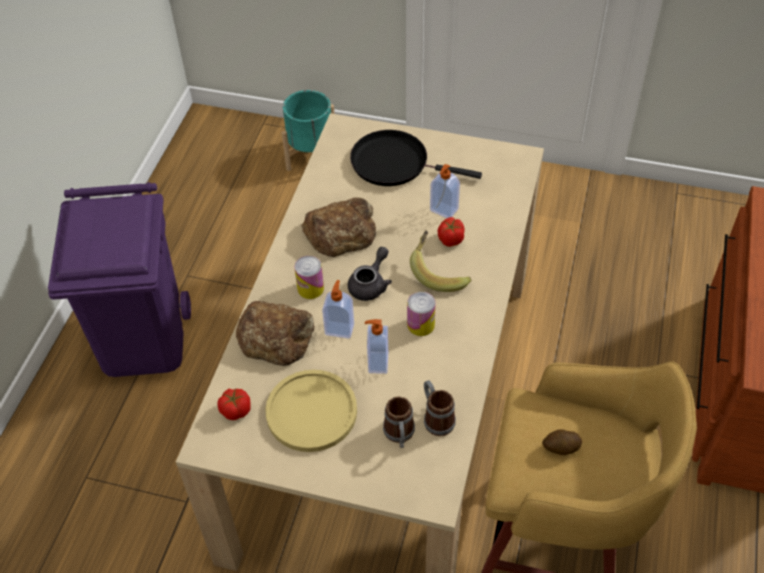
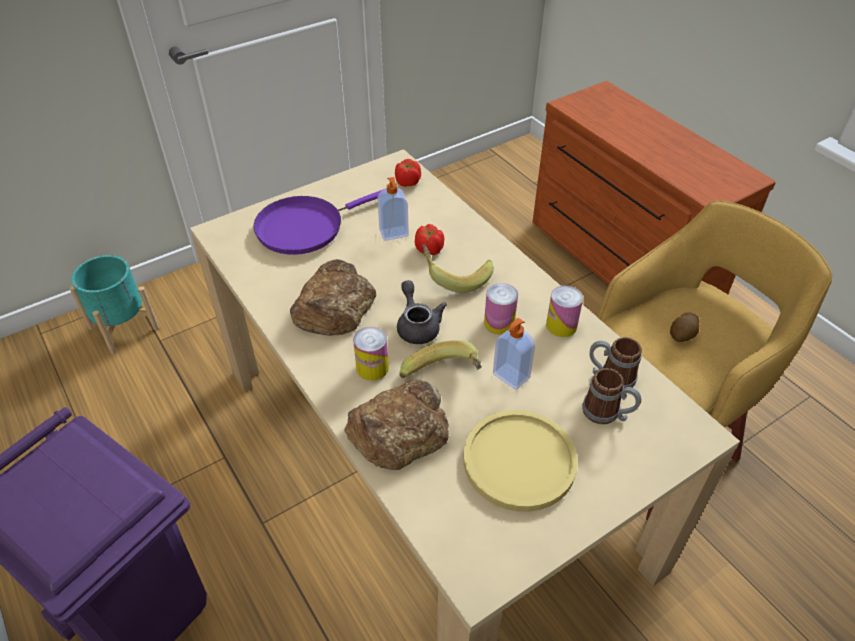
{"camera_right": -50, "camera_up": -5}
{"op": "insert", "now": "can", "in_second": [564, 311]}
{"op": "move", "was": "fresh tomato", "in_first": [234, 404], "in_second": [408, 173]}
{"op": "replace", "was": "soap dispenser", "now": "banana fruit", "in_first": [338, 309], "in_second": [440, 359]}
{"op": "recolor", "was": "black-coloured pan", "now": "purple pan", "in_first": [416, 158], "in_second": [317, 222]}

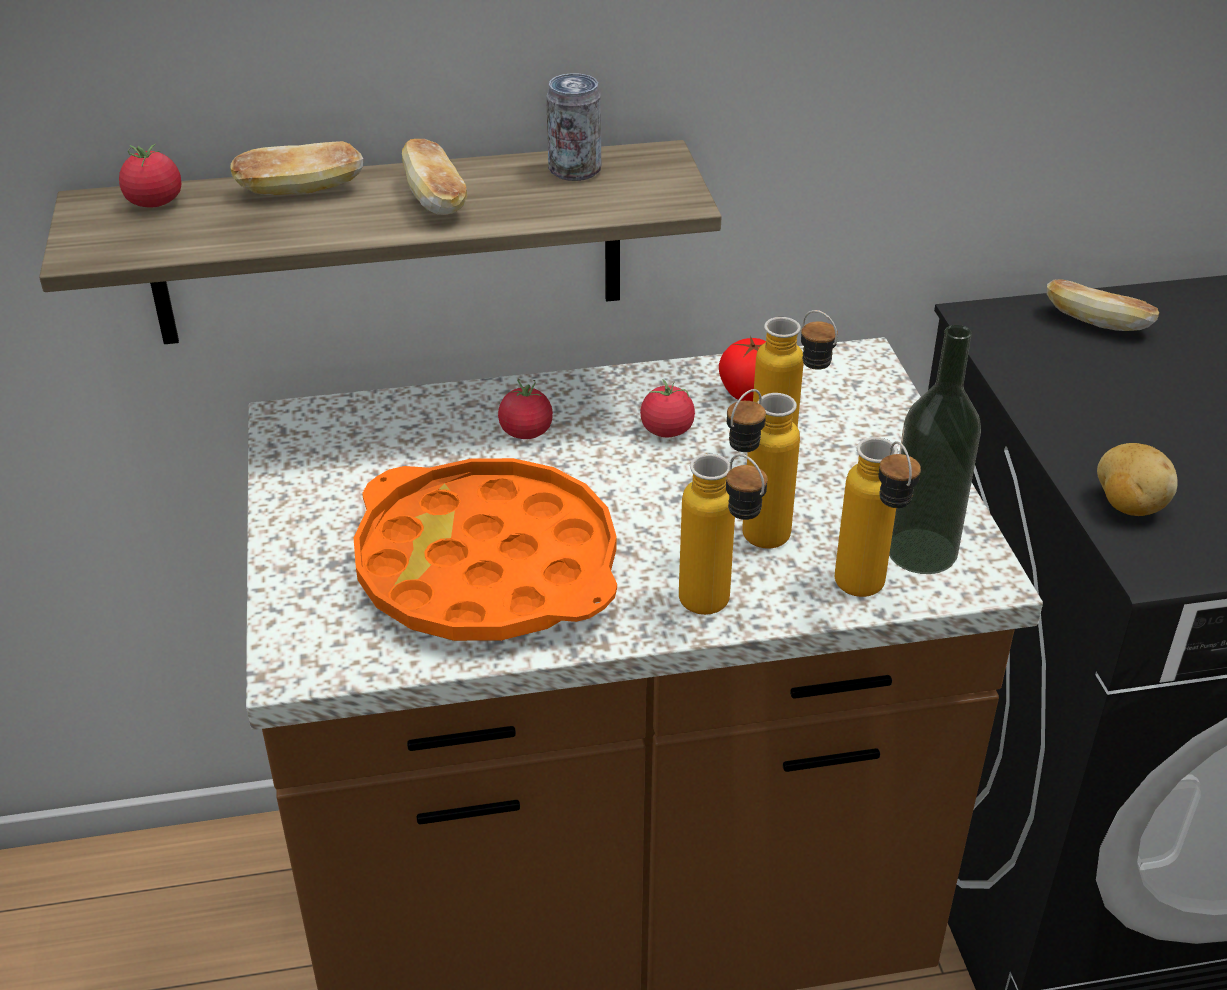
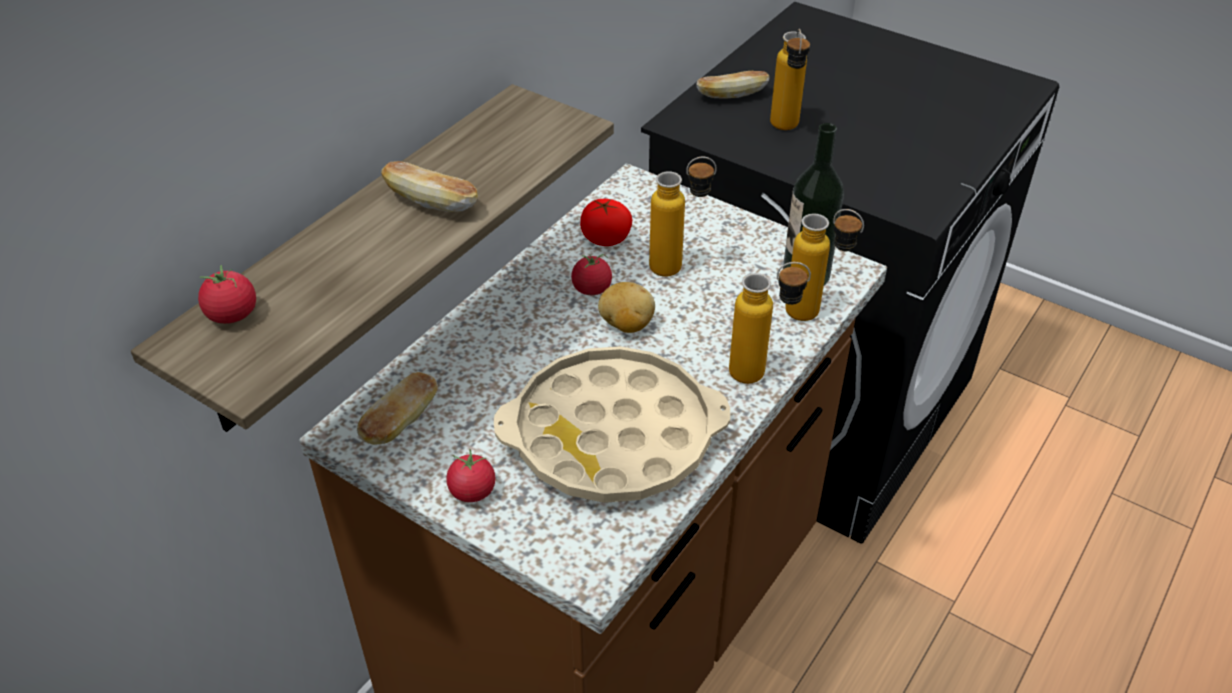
{"camera_right": -45, "camera_up": 5}
{"op": "delete", "was": "can", "in_first": [573, 127]}
{"op": "move", "was": "bread", "in_first": [297, 168], "in_second": [397, 408]}
{"op": "move", "was": "fresh tomato", "in_first": [525, 409], "in_second": [470, 475]}
{"op": "move", "was": "bottle", "in_first": [763, 468], "in_second": [790, 79]}
{"op": "move", "was": "potato", "in_first": [1137, 479], "in_second": [626, 307]}
{"op": "recolor", "was": "orange serving tray", "now": "beige serving tray", "in_first": [485, 549], "in_second": [612, 424]}

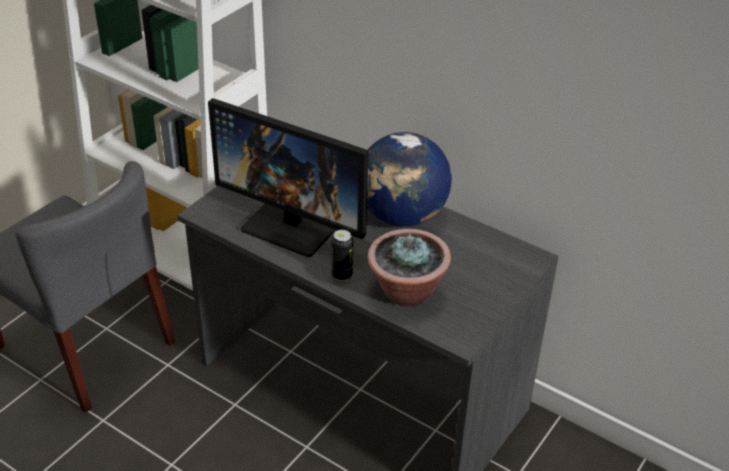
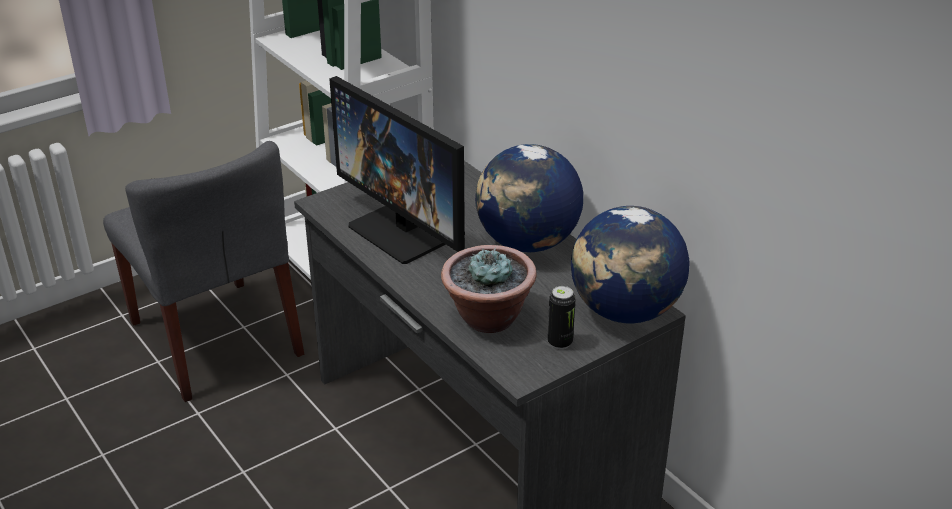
{"camera_right": 20, "camera_up": -5}
{"op": "insert", "now": "desk globe", "in_second": [630, 264]}
{"op": "move", "was": "can", "in_first": [342, 255], "in_second": [562, 317]}

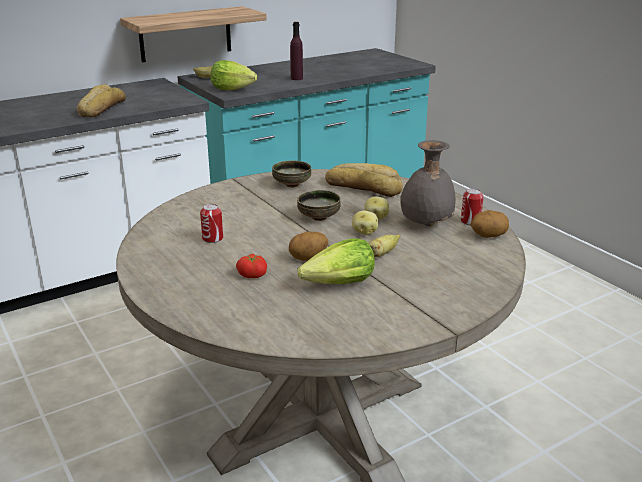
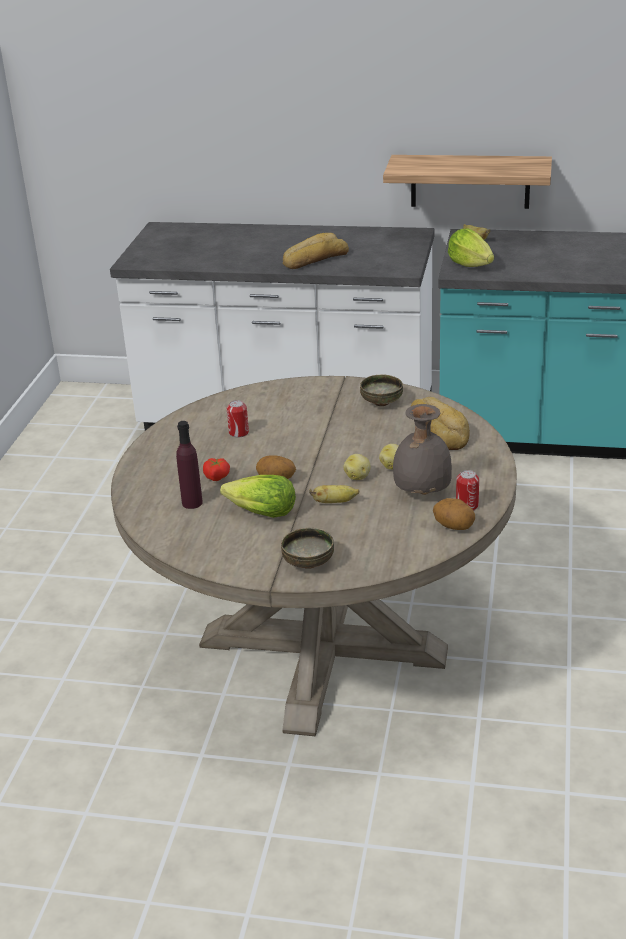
{"camera_right": 45, "camera_up": 5}
{"op": "move", "was": "purple bottle", "in_first": [296, 51], "in_second": [189, 465]}
{"op": "move", "was": "bowl", "in_first": [319, 205], "in_second": [307, 548]}

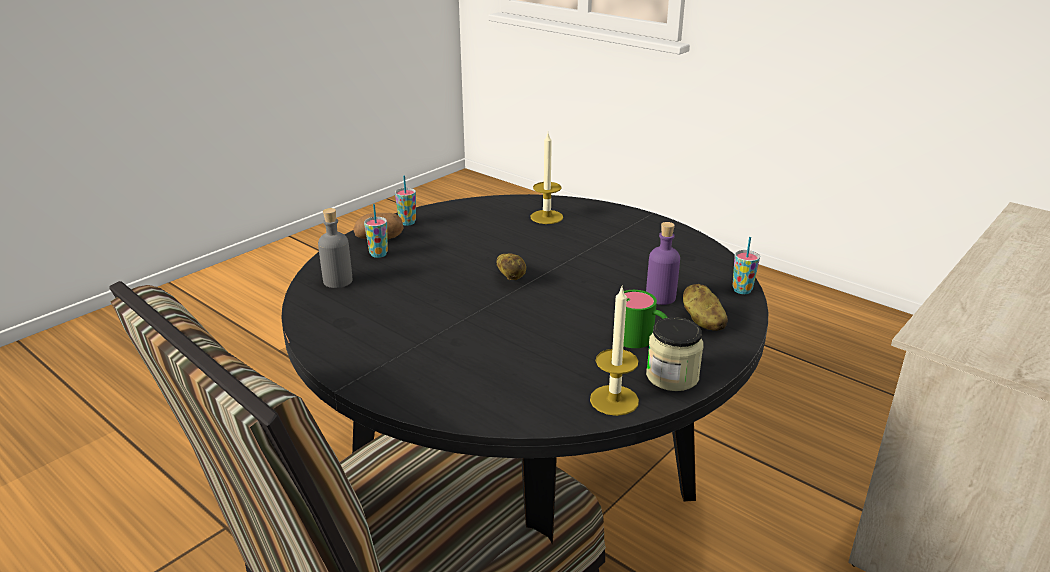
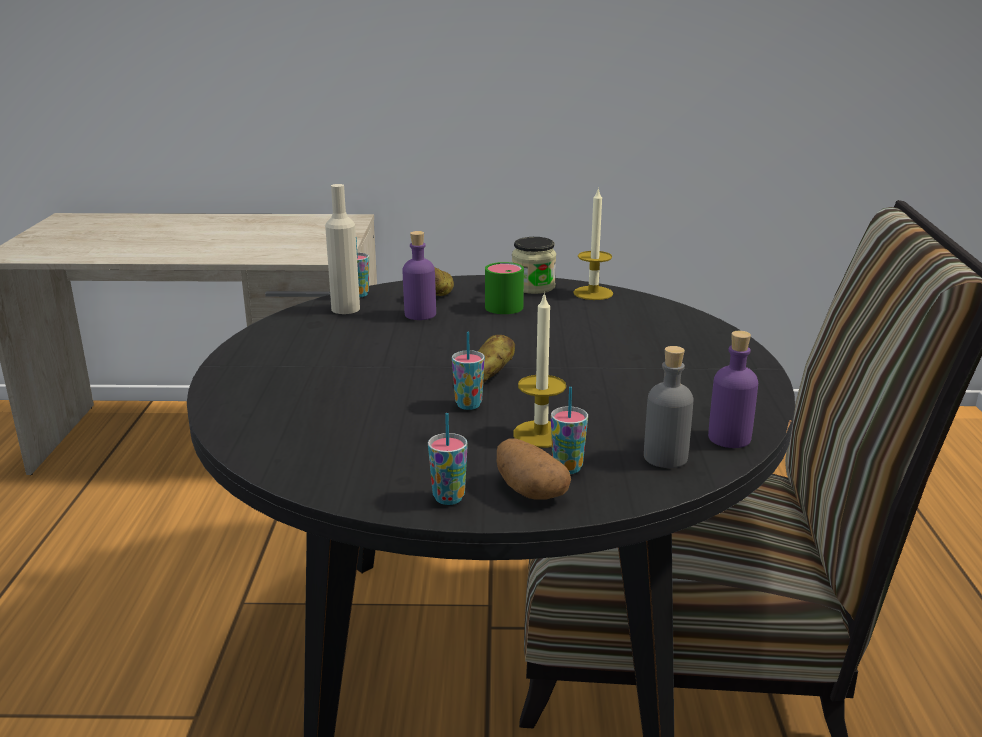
{"camera_right": -130, "camera_up": -5}
{"op": "insert", "now": "beige bottle", "in_second": [342, 249]}
{"op": "insert", "now": "drinking cup", "in_second": [468, 371]}
{"op": "insert", "now": "purple bottle", "in_second": [733, 389]}
{"op": "move", "was": "wax light", "in_first": [546, 178], "in_second": [539, 370]}

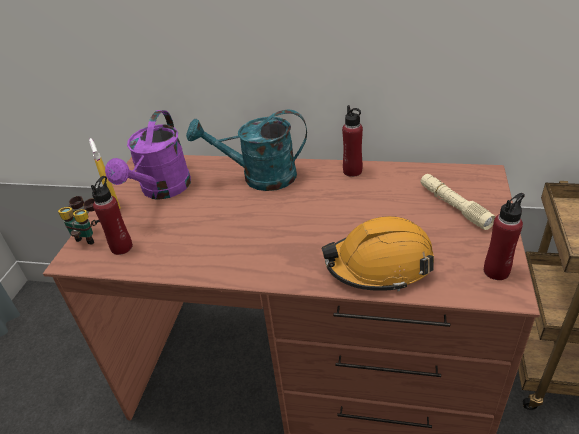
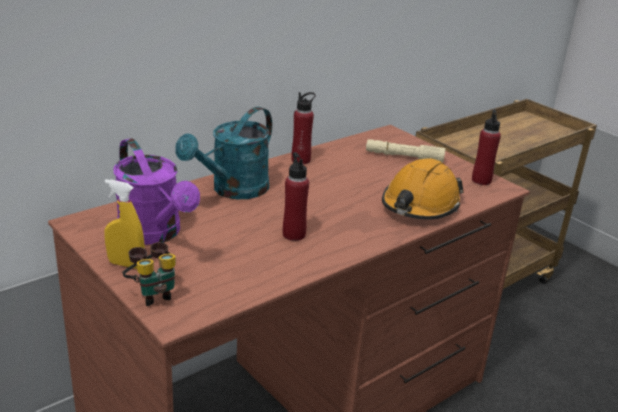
{"camera_right": -55, "camera_up": -10}
{"op": "move", "was": "red bottle", "in_first": [112, 215], "in_second": [296, 196]}

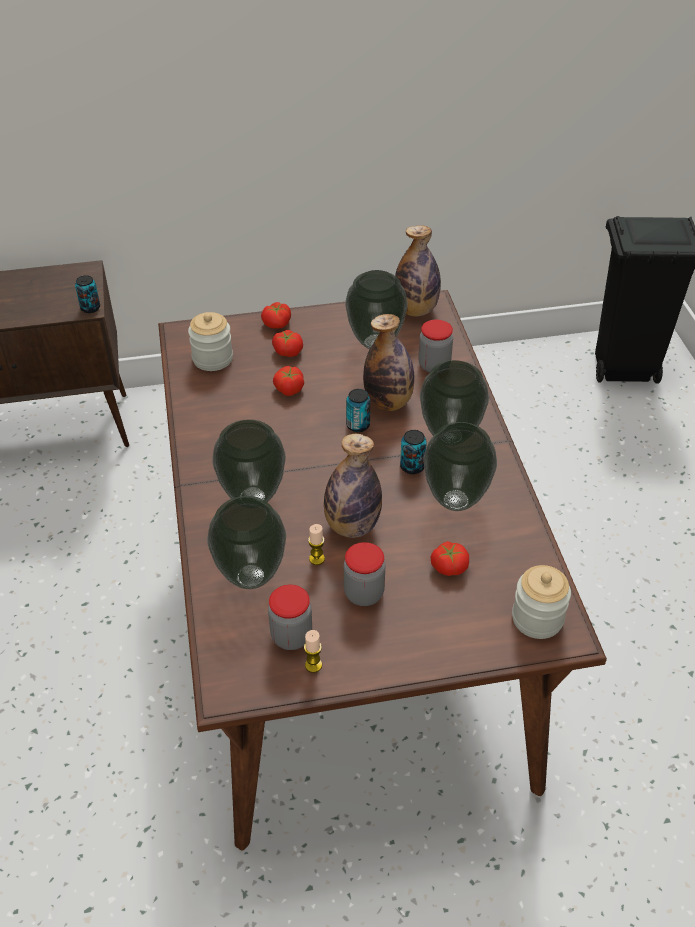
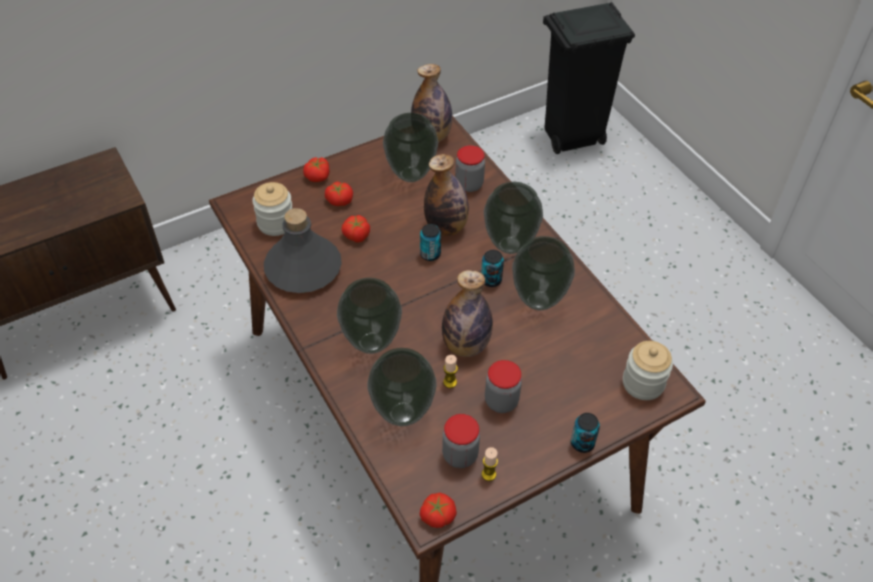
{"camera_right": -20, "camera_up": 5}
{"op": "insert", "now": "gray bottle", "in_second": [303, 250]}
{"op": "move", "was": "can", "in_first": [87, 294], "in_second": [585, 433]}
{"op": "move", "was": "fresh tomato", "in_first": [450, 558], "in_second": [438, 510]}

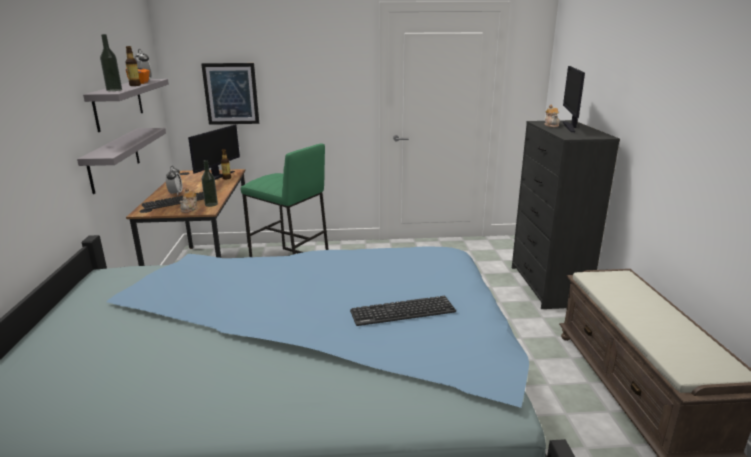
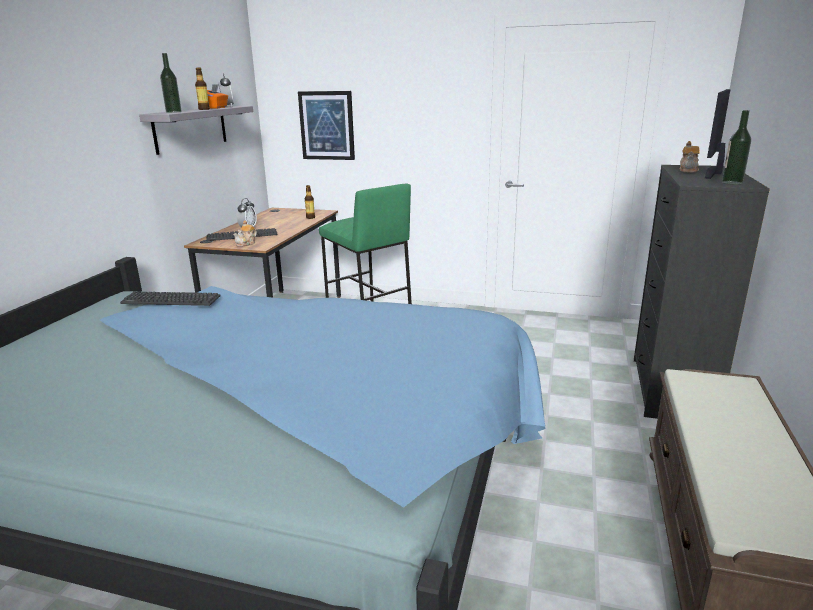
{"camera_right": 20, "camera_up": 0}
{"op": "delete", "was": "gray wall shelf", "in_first": [121, 161]}
{"op": "delete", "was": "monitor", "in_first": [214, 152]}
{"op": "move", "was": "bottle", "in_first": [209, 183], "in_second": [736, 147]}
{"op": "move", "was": "keyboard", "in_first": [403, 311], "in_second": [170, 299]}

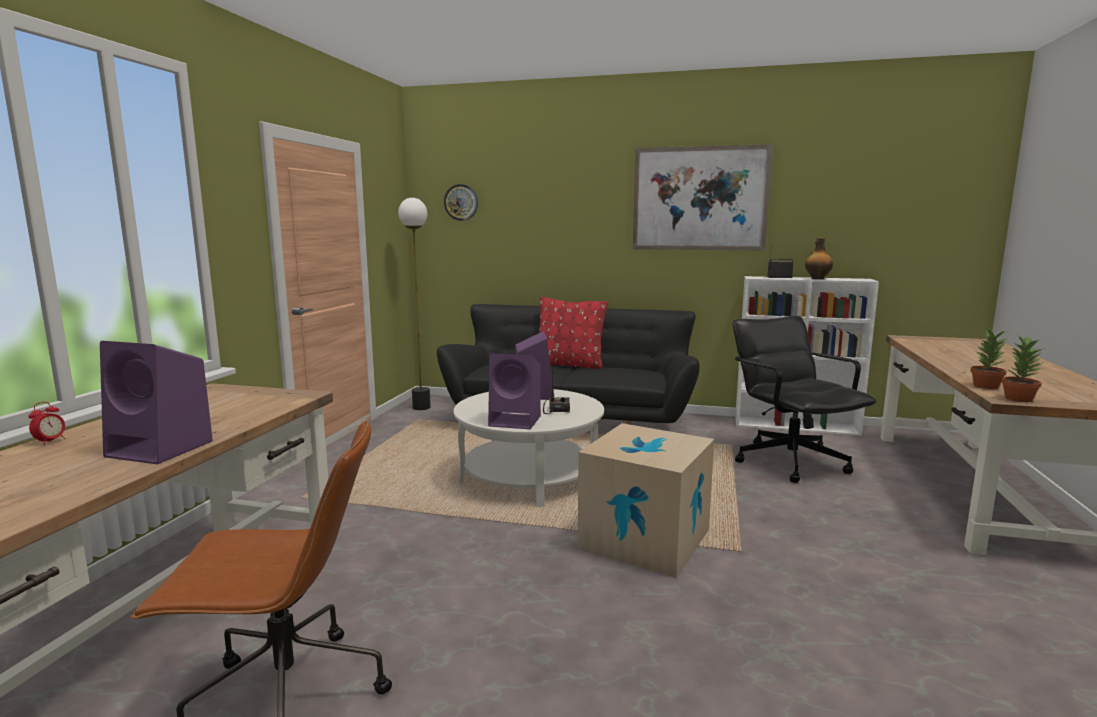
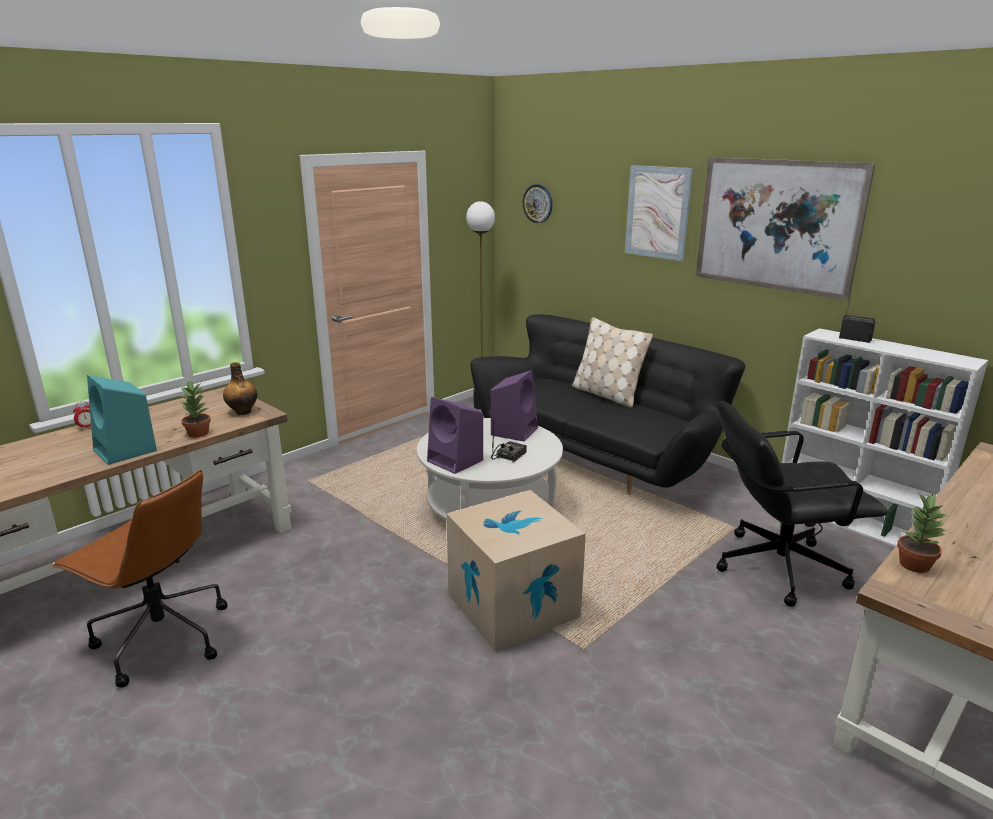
{"camera_right": 30, "camera_up": 10}
{"op": "insert", "now": "wall picture", "in_second": [659, 213]}
{"op": "move", "was": "bottle", "in_first": [819, 258], "in_second": [240, 388]}
{"op": "move", "was": "potted plant", "in_first": [1023, 368], "in_second": [194, 409]}
{"op": "recolor", "was": "purple loudspeaker", "now": "turquoise-coloured loudspeaker", "in_first": [156, 402], "in_second": [122, 420]}
{"op": "recolor", "was": "red throw pillow", "now": "beige throw pillow", "in_first": [573, 333], "in_second": [612, 362]}
{"op": "rotate", "was": "black-coloured desk chair", "in_first": [805, 399], "in_second": [802, 504], "clockwise": -105}

